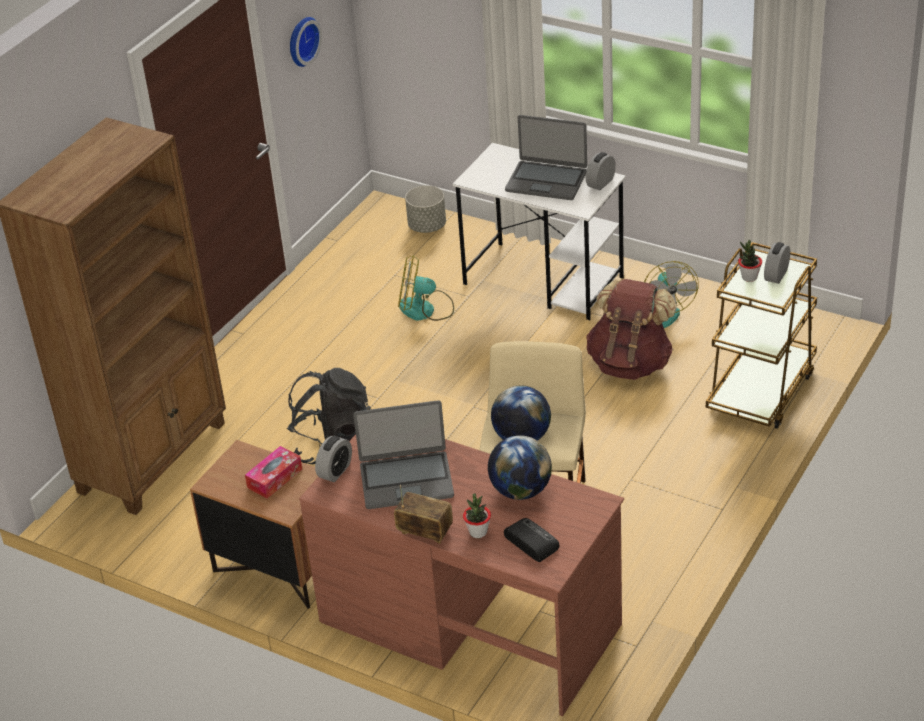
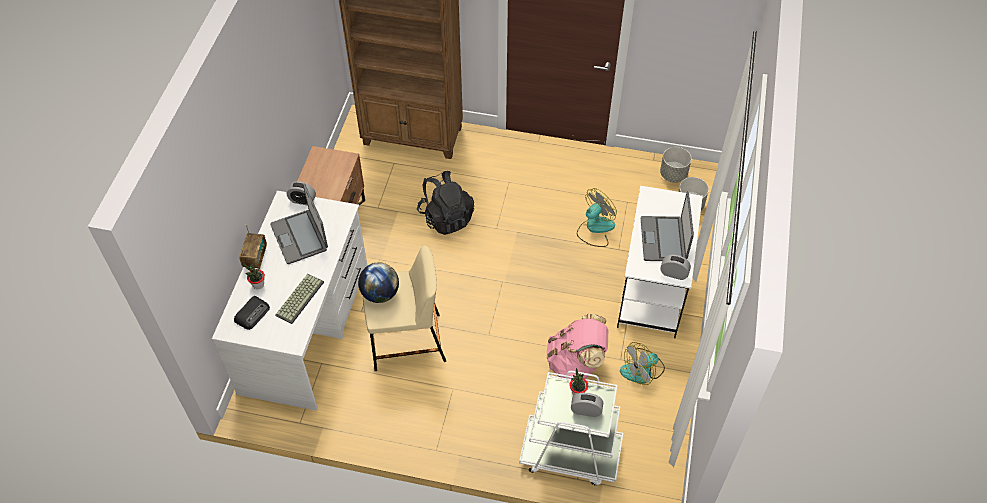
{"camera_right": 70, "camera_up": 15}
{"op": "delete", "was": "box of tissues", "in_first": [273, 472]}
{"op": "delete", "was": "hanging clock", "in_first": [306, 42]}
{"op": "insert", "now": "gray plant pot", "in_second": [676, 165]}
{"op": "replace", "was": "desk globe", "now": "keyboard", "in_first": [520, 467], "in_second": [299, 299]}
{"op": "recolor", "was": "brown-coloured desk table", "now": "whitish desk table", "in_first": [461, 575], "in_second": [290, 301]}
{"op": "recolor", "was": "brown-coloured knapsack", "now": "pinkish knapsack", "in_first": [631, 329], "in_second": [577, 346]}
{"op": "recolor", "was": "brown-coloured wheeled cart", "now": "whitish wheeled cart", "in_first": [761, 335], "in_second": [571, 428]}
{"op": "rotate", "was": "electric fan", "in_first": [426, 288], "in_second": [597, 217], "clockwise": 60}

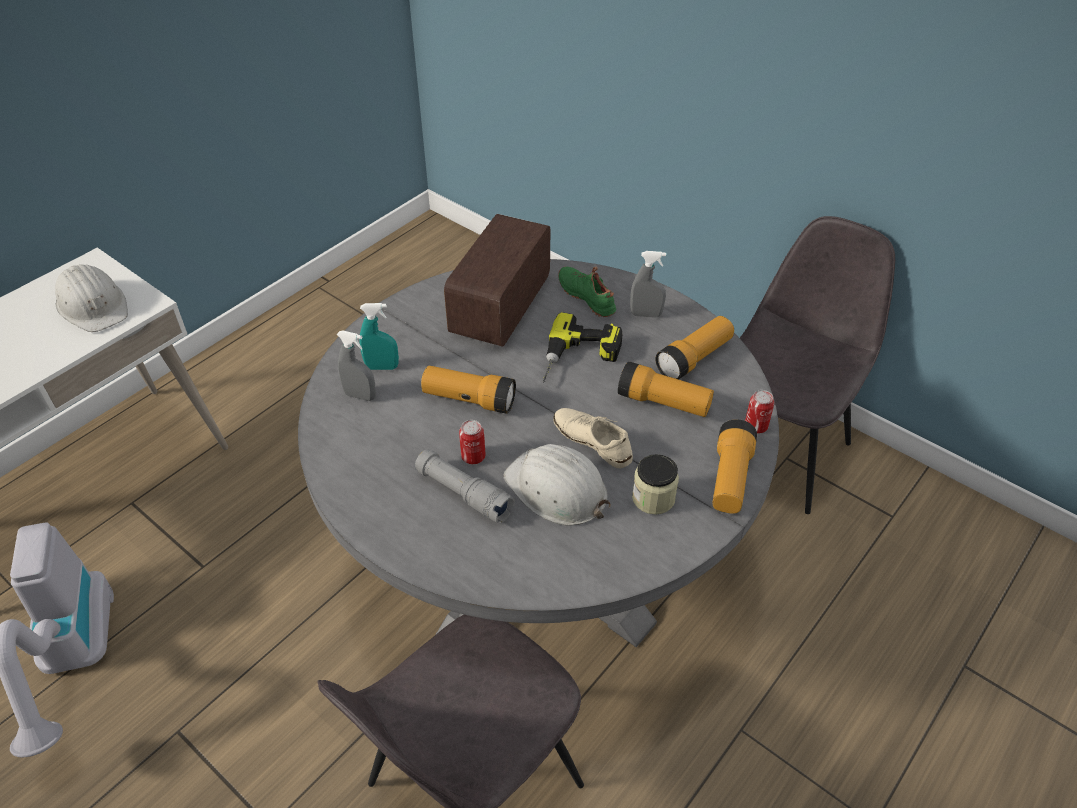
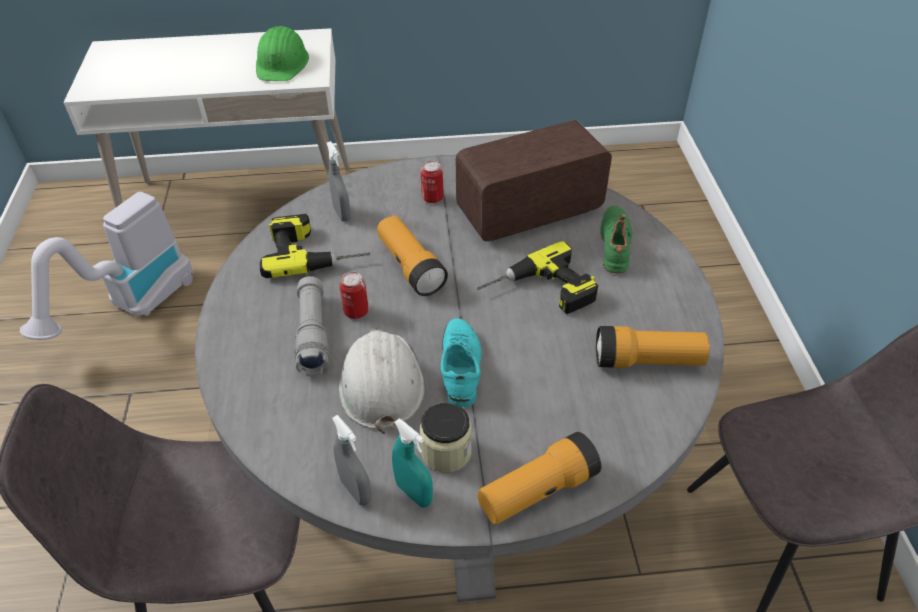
{"camera_right": 45, "camera_up": 0}
{"op": "delete", "was": "torch", "in_first": [666, 389]}
{"op": "insert", "now": "electric drill", "in_second": [315, 246]}
{"op": "move", "was": "turquoise-coloured sprayer", "in_first": [379, 336], "in_second": [412, 463]}
{"op": "move", "was": "gray sprayer", "in_first": [648, 284], "in_second": [352, 460]}
{"op": "move", "was": "can", "in_first": [759, 412], "in_second": [432, 181]}
{"op": "recolor", "was": "whitish safety helmet", "now": "green-coloured safety helmet", "in_first": [91, 298], "in_second": [282, 53]}
{"op": "recolor", "was": "beige shoe", "now": "turquoise-coloured shoe", "in_first": [593, 438], "in_second": [461, 362]}

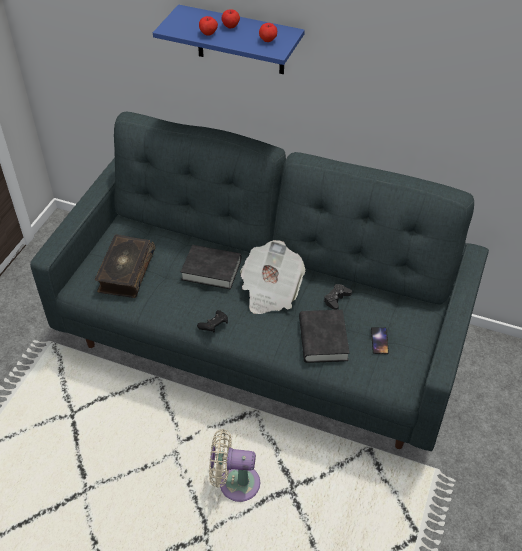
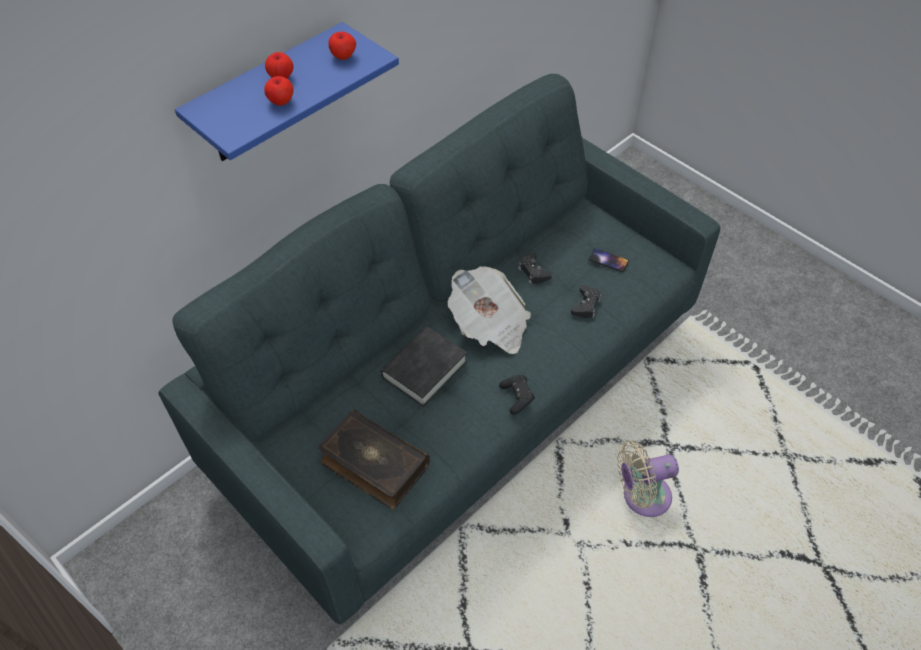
{"camera_right": -65, "camera_up": 5}
{"op": "replace", "was": "black-coloured book", "now": "black-coloured game controller", "in_first": [324, 336], "in_second": [586, 301]}
{"op": "rotate", "was": "beige electric fan", "in_first": [234, 465], "in_second": [648, 478], "clockwise": 45}

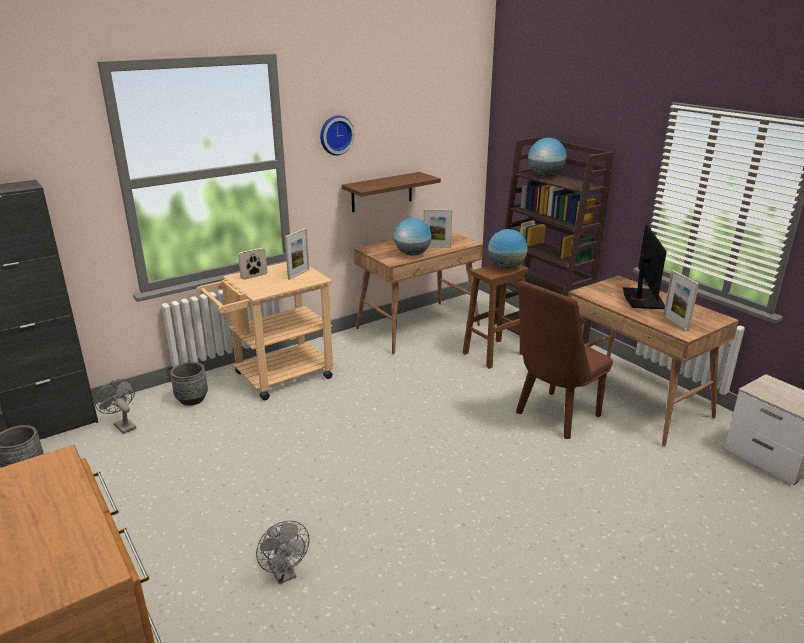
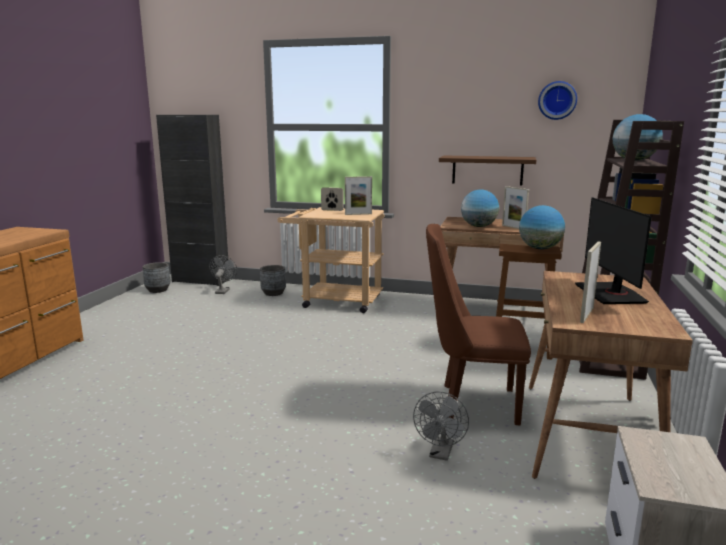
{"camera_right": 50, "camera_up": -10}
{"op": "move", "was": "gray electric fan", "in_first": [282, 553], "in_second": [441, 426]}
{"op": "move", "was": "hanging clock", "in_first": [337, 135], "in_second": [557, 100]}
{"op": "rotate", "was": "monitor", "in_first": [645, 266], "in_second": [613, 250], "clockwise": 120}

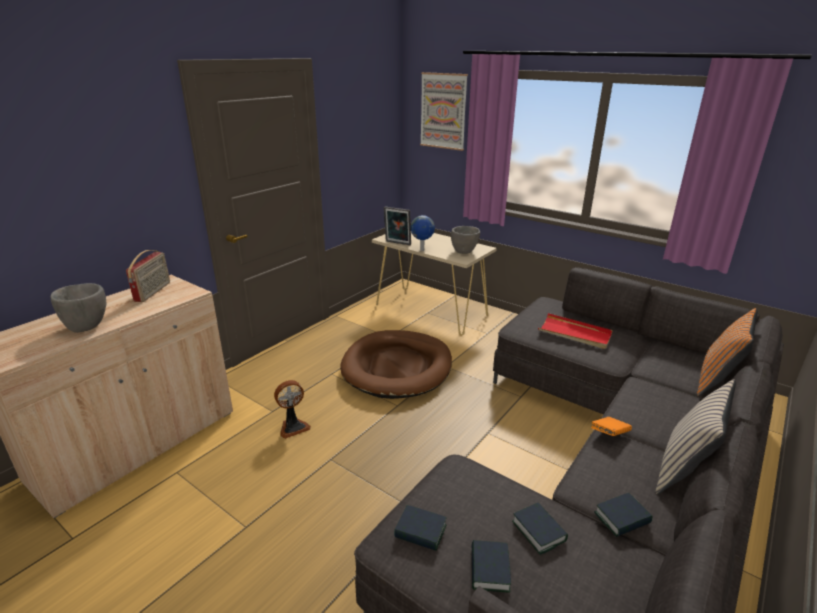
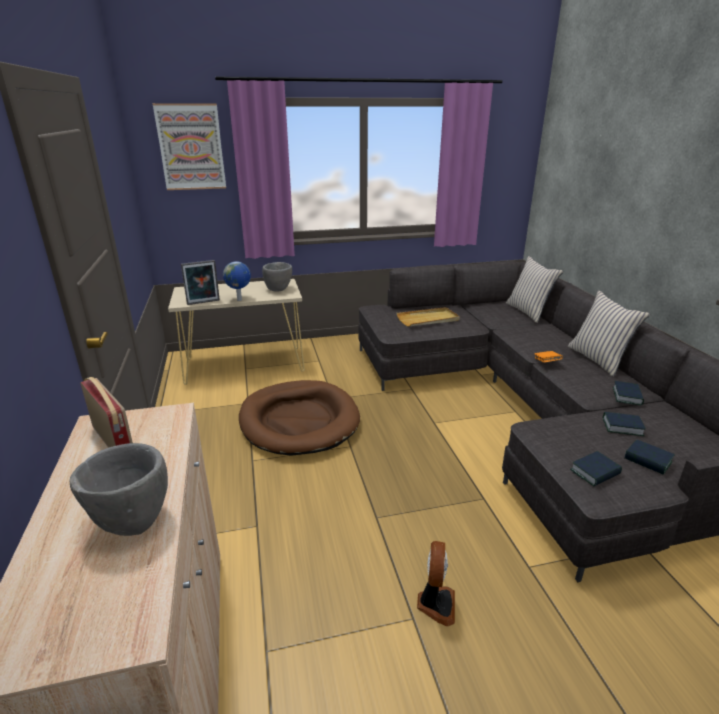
{"camera_right": -50, "camera_up": 0}
{"op": "move", "was": "electric fan", "in_first": [292, 409], "in_second": [436, 583]}
{"op": "recolor", "was": "red serving tray", "now": "beige serving tray", "in_first": [575, 331], "in_second": [428, 316]}
{"op": "recolor", "was": "orange throw pillow", "now": "beige throw pillow", "in_first": [727, 352], "in_second": [534, 289]}

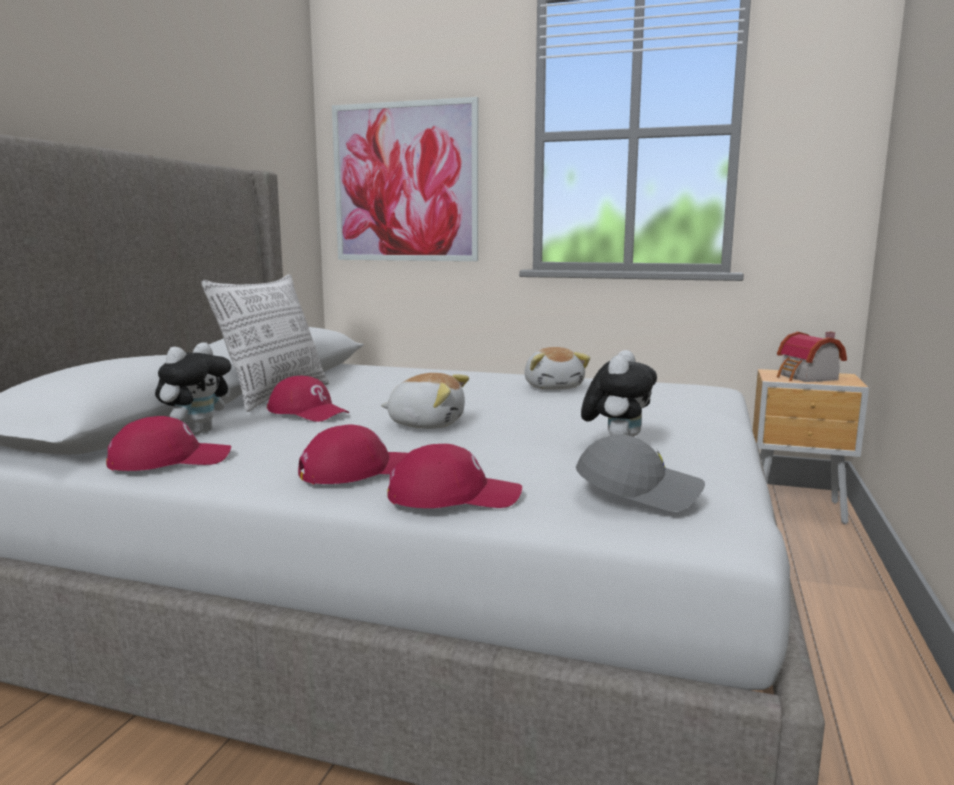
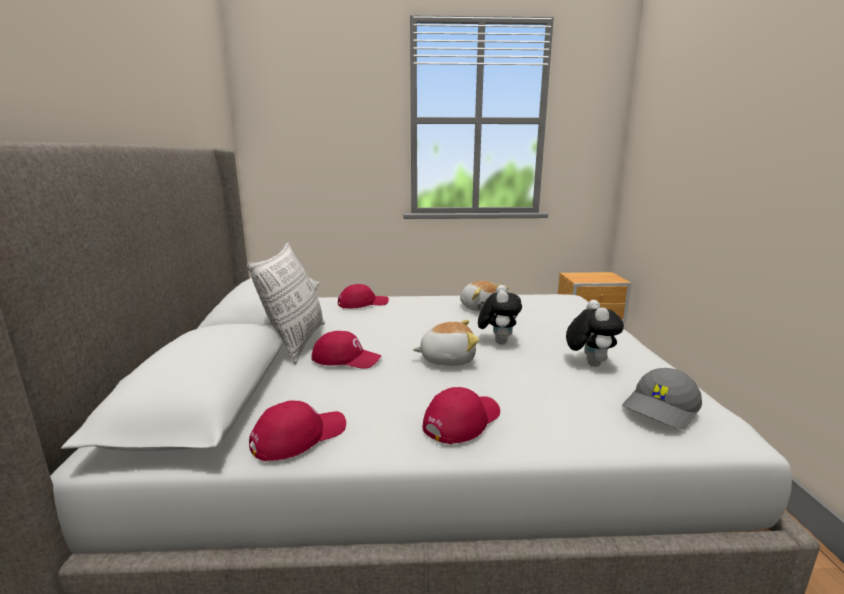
{"camera_right": -20, "camera_up": 5}
{"op": "delete", "was": "wall picture", "in_first": [405, 179]}
{"op": "delete", "was": "toy house", "in_first": [812, 357]}
{"op": "move", "was": "plush toy", "in_first": [193, 388], "in_second": [500, 314]}
{"op": "move", "was": "red cap", "in_first": [454, 476], "in_second": [363, 296]}
{"op": "rotate", "was": "gray cap", "in_first": [640, 473], "in_second": [662, 399], "clockwise": 150}

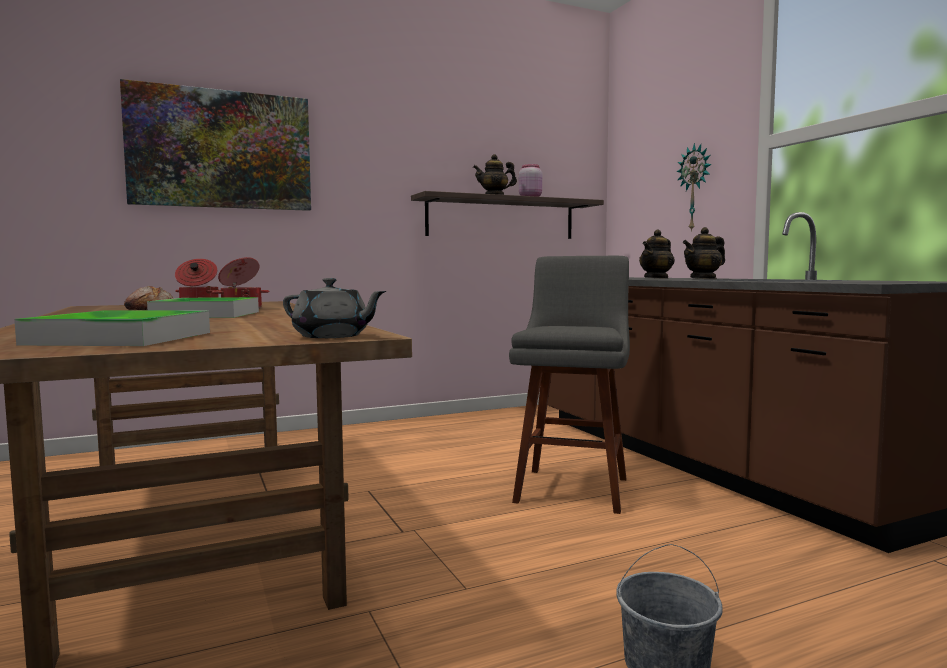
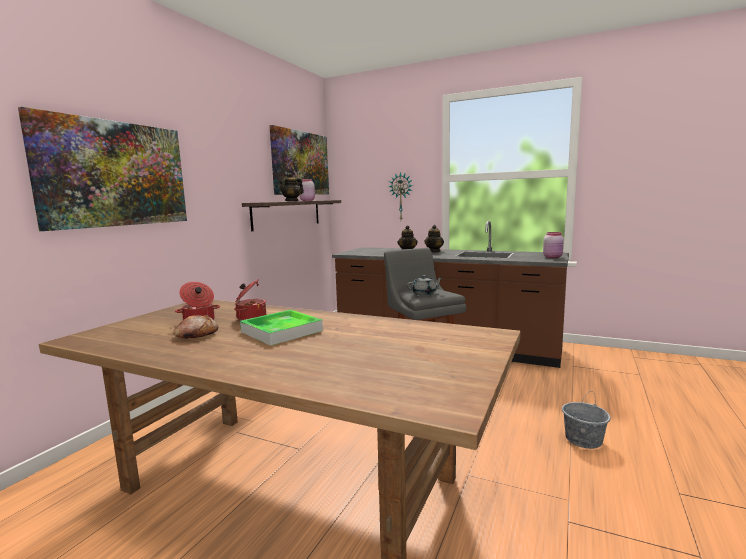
{"camera_right": -40, "camera_up": 5}
{"op": "delete", "was": "serving tray", "in_first": [112, 328]}
{"op": "insert", "now": "wall picture", "in_second": [299, 160]}
{"op": "insert", "now": "pinkish jar", "in_second": [553, 245]}
{"op": "move", "was": "gray tea pot", "in_first": [334, 308], "in_second": [425, 285]}

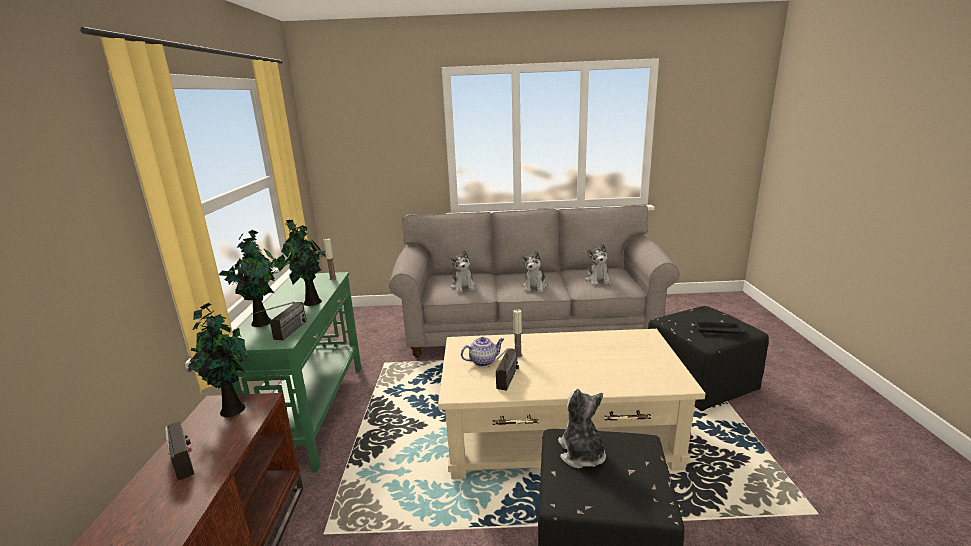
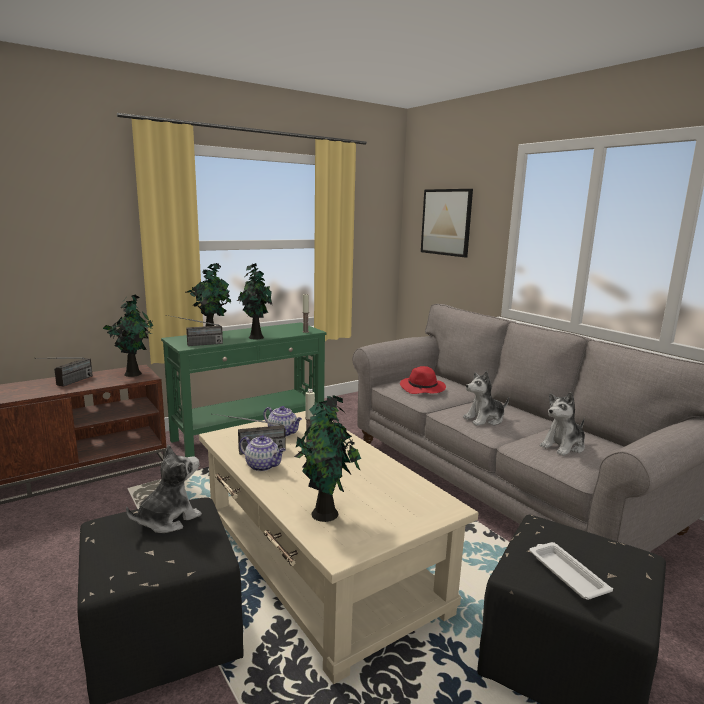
{"camera_right": 55, "camera_up": -5}
{"op": "insert", "now": "tea pot", "in_second": [262, 453]}
{"op": "insert", "now": "potted plant", "in_second": [327, 458]}
{"op": "insert", "now": "wall picture", "in_second": [447, 223]}
{"op": "replace", "was": "plush toy", "now": "red wearable hat", "in_first": [462, 271], "in_second": [423, 380]}
{"op": "recolor", "was": "black-coloured serving tray", "now": "whitish serving tray", "in_first": [719, 327], "in_second": [571, 571]}

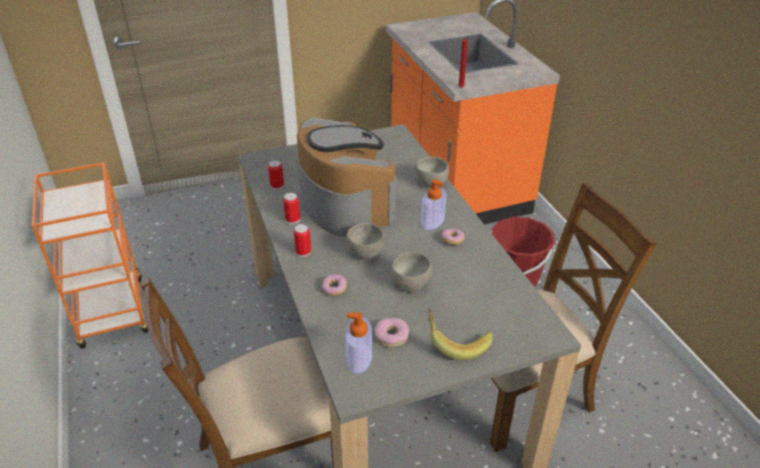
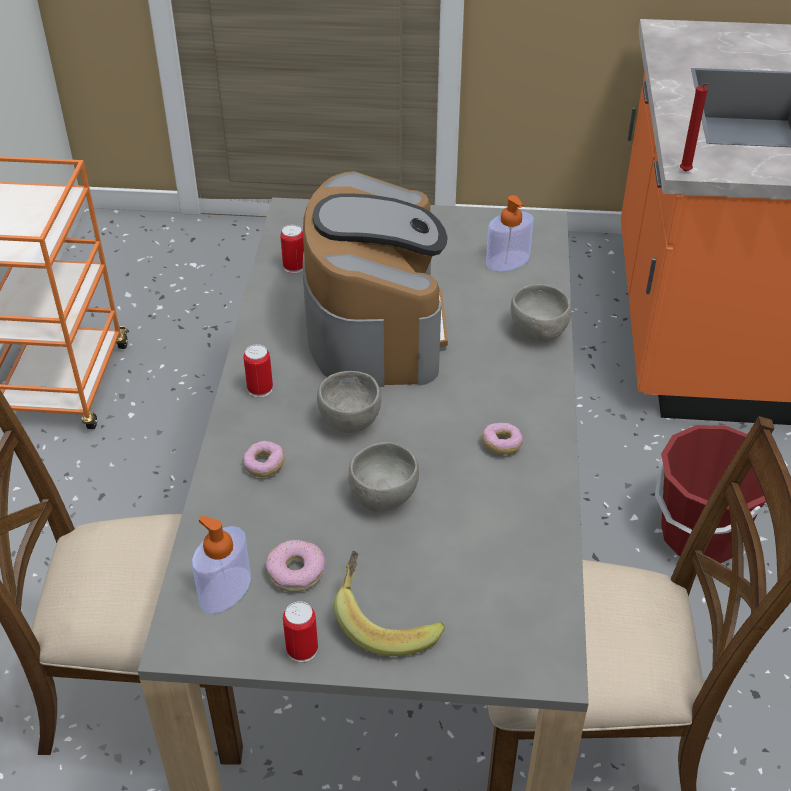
{"camera_right": 25, "camera_up": 5}
{"op": "move", "was": "can", "in_first": [291, 208], "in_second": [300, 631]}
{"op": "move", "was": "soap dispenser", "in_first": [433, 204], "in_second": [510, 233]}

